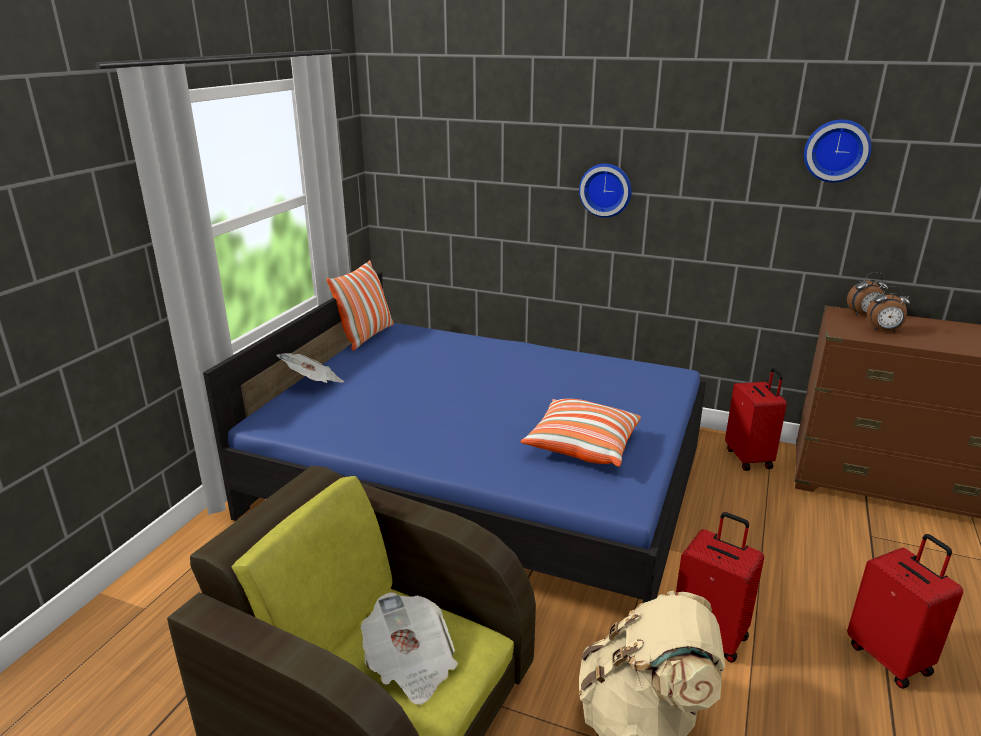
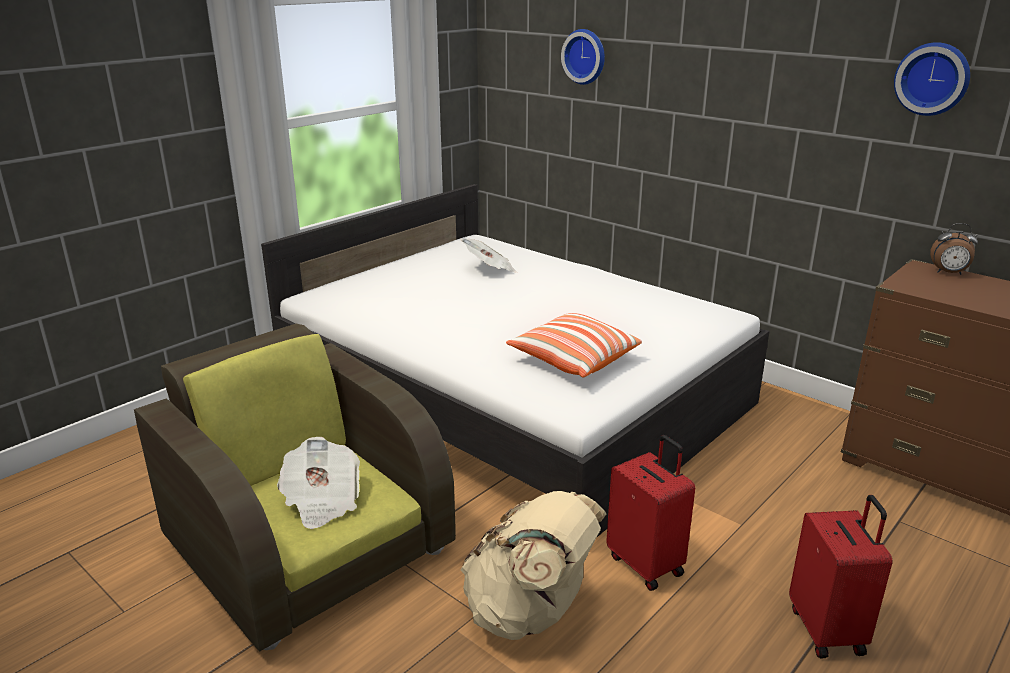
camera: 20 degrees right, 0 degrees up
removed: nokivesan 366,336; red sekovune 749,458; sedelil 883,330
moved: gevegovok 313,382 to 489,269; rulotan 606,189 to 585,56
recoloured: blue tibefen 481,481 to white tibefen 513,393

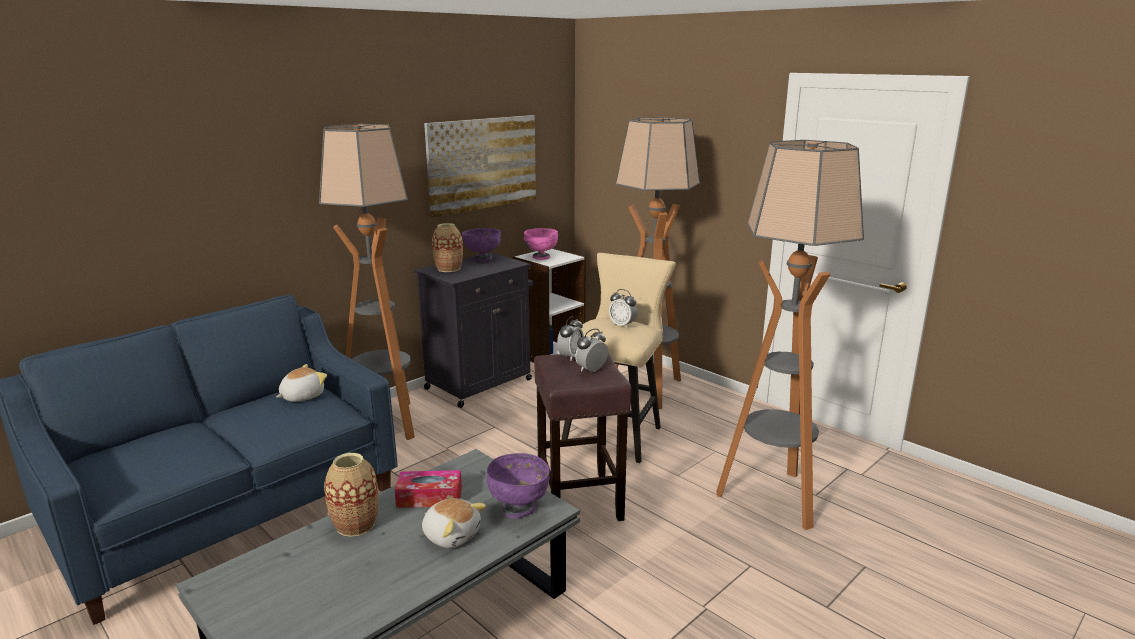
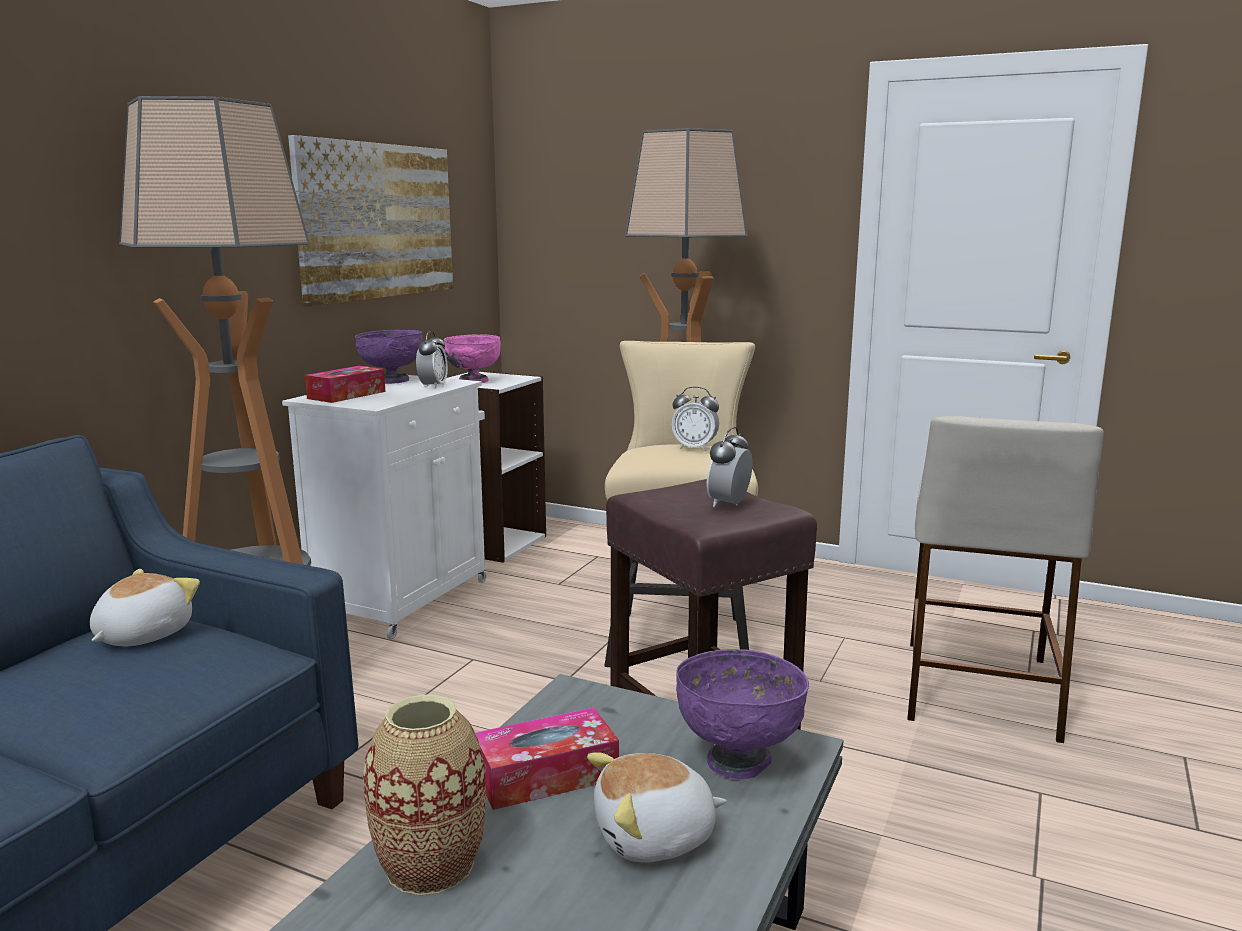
camera: 20 degrees left, 5 degrees down
moved: sedelil 570,357 to 433,386
replaced: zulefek 448,269 to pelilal 346,395; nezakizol 772,498 to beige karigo 978,687
recoloured: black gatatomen 480,383 to white gatatomen 403,598
turned: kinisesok 452,535 = 655,837 150 degrees clockwise

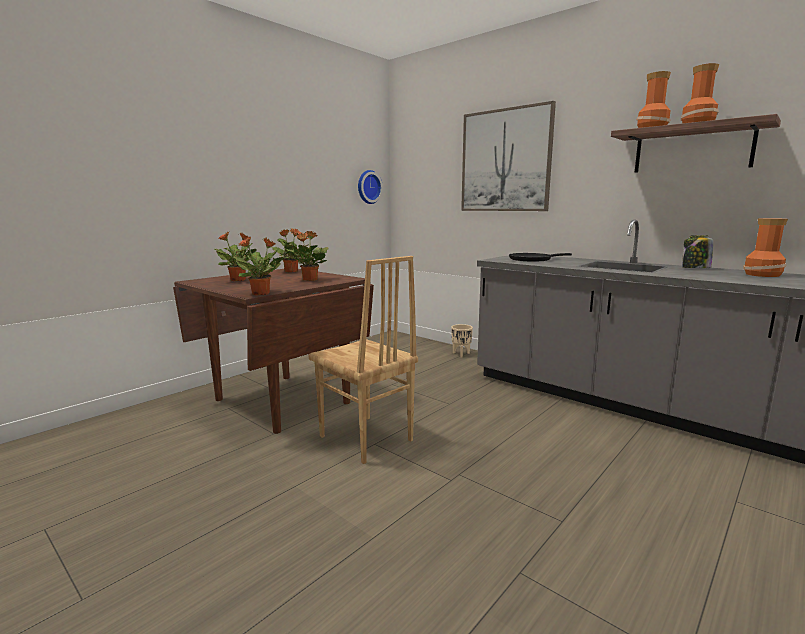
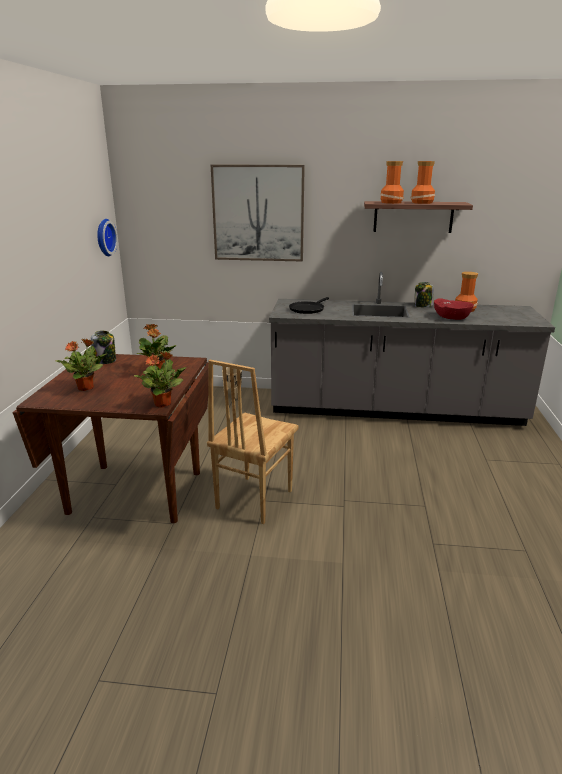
camera: 35 degrees left, 10 degrees up
added: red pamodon 451,318
replaced: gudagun 291,271 to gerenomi 105,360
turned: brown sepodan 365,439 = 253,499 105 degrees clockwise

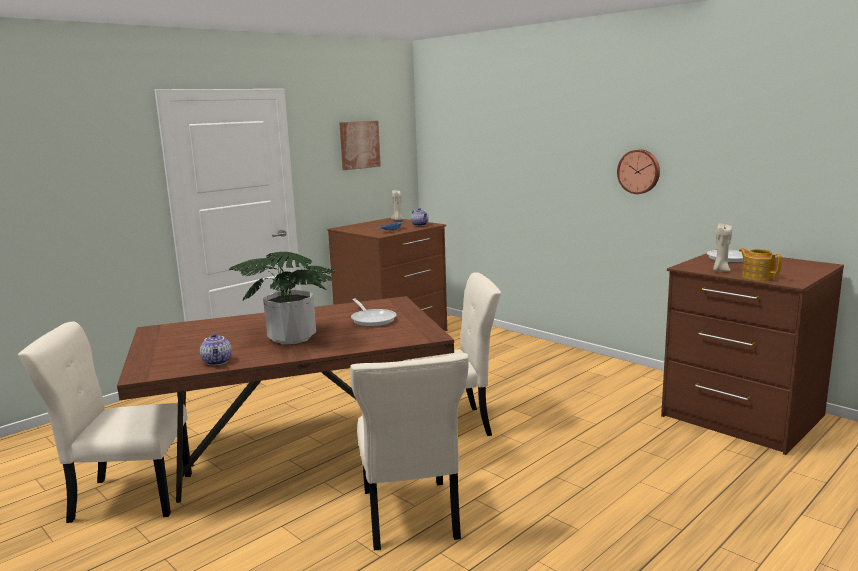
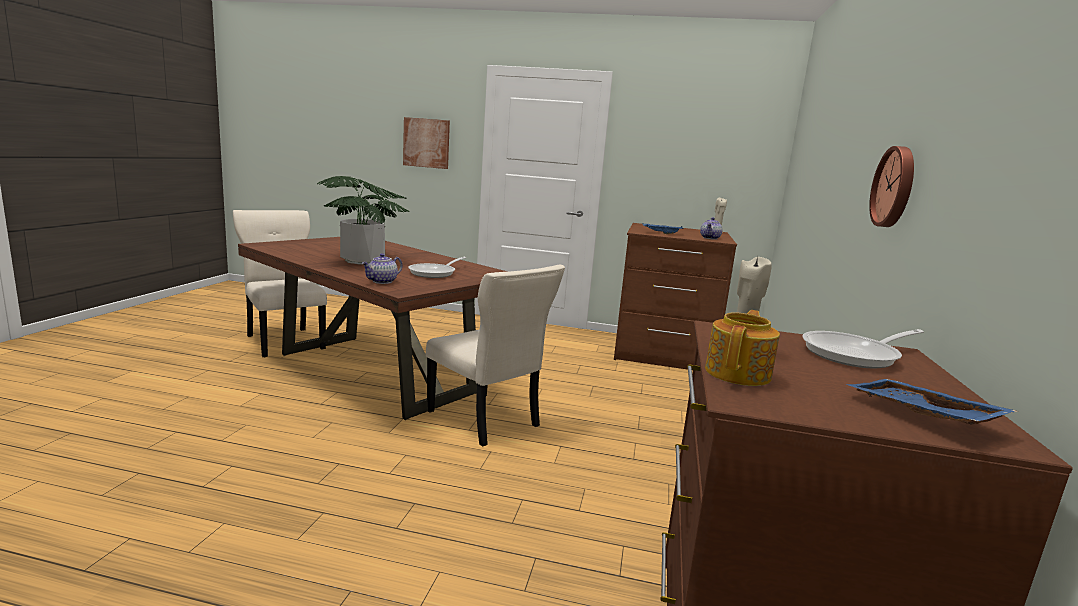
camera: 55 degrees right, 0 degrees up
removed: beige sepodan 410,517
added: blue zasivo 920,415
moved: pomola 218,362 to 382,281; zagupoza 359,145 to 426,143

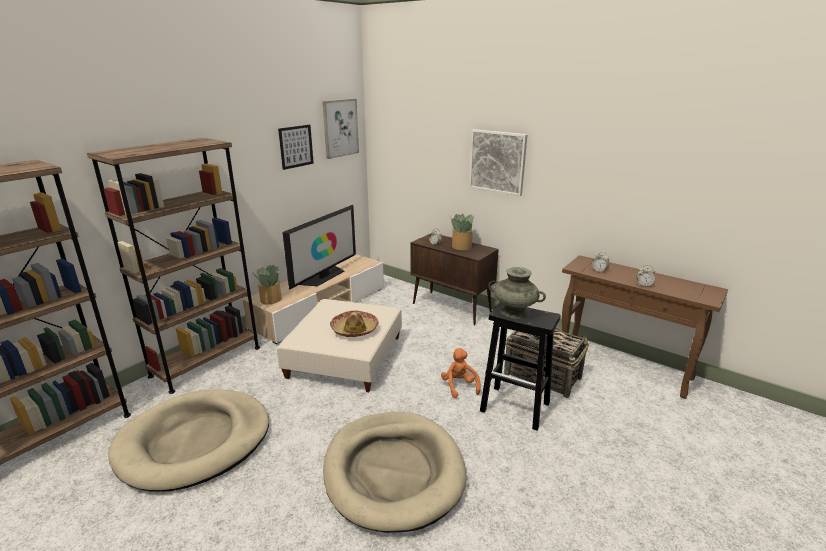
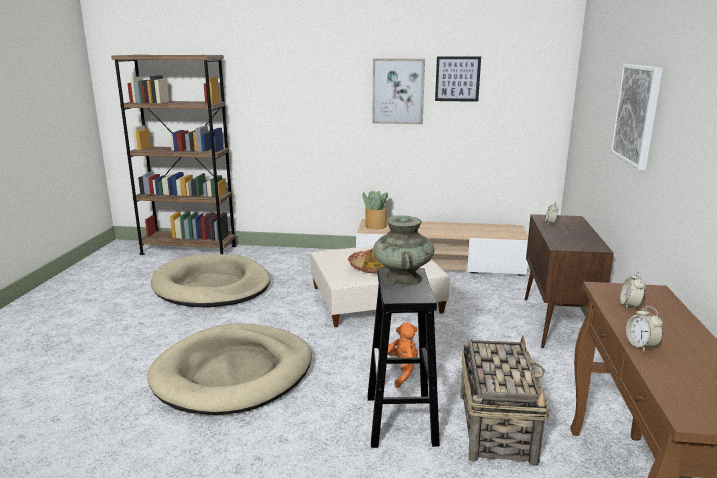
camera: 60 degrees right, 5 degrees down
removed: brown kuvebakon 206,361; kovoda 324,276; gudagun 461,246
moved: zagupoza 340,128 to 398,91

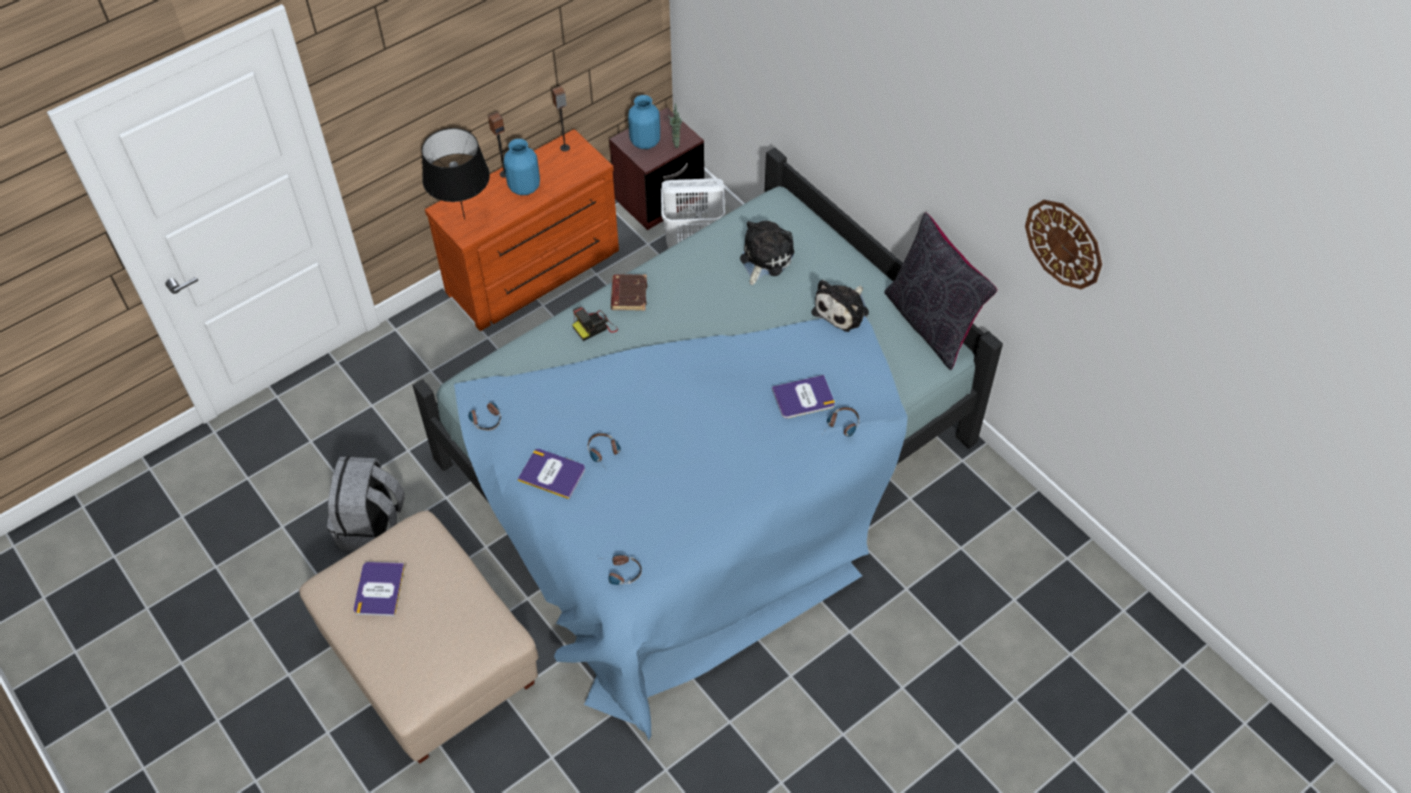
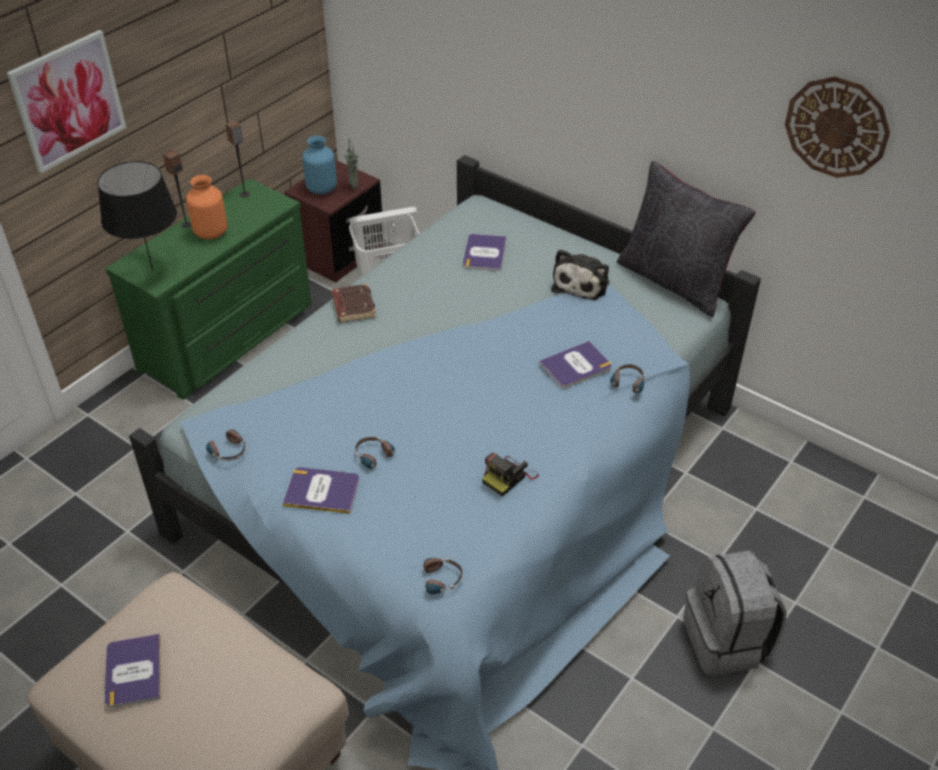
camera: 15 degrees left, 10 degrees down
added: zagupoza 68,101
moved: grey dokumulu 372,526 to 727,641; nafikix 595,327 to 509,477
replaced: kinisesok 764,258 to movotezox 484,253
recoloured: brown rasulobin 535,273 to green rasulobin 230,338; blue zulefek 525,187 to orange zulefek 211,233

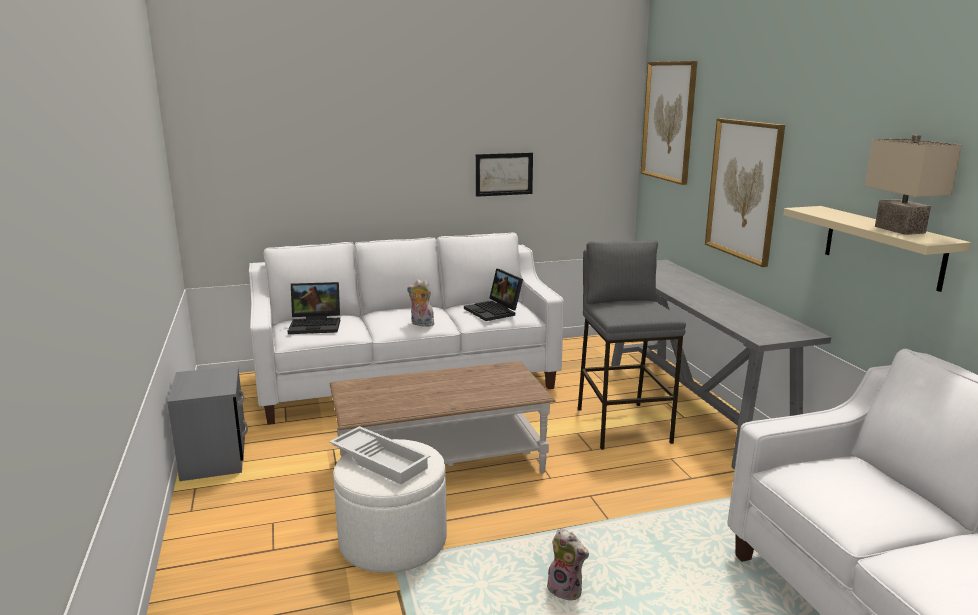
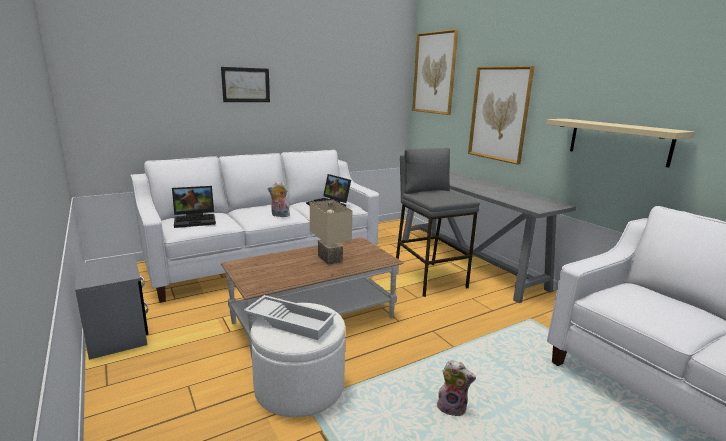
camera: 15 degrees left, 0 degrees up
moved: zagupoza 504,174 to 246,85; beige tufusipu 897,230 to 328,259

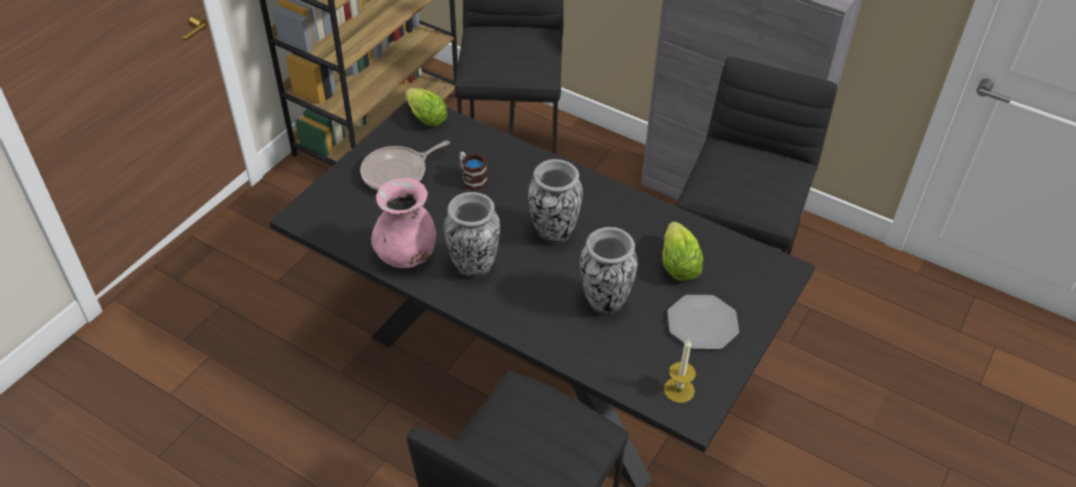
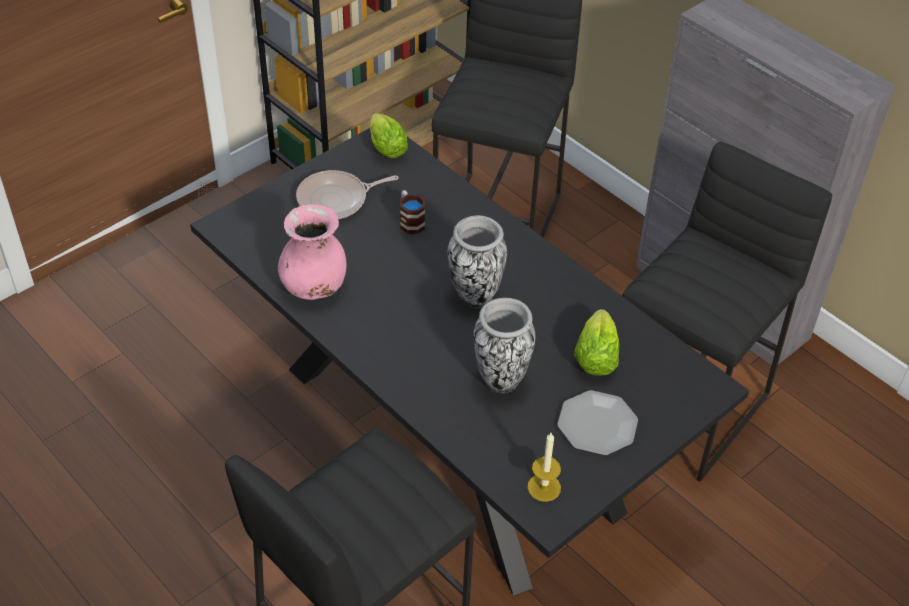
camera: 15 degrees right, 0 degrees up
removed: zulefek 474,266

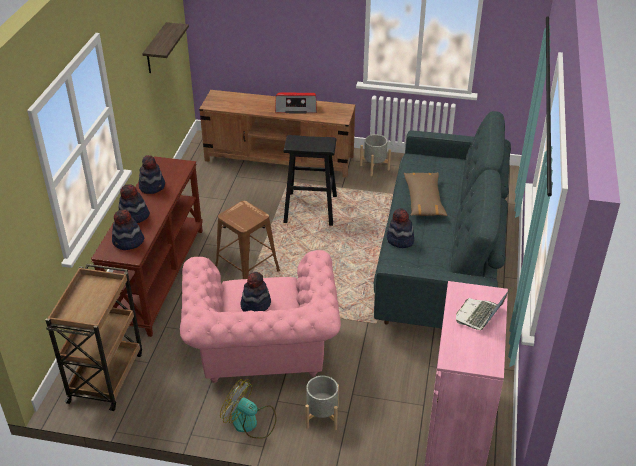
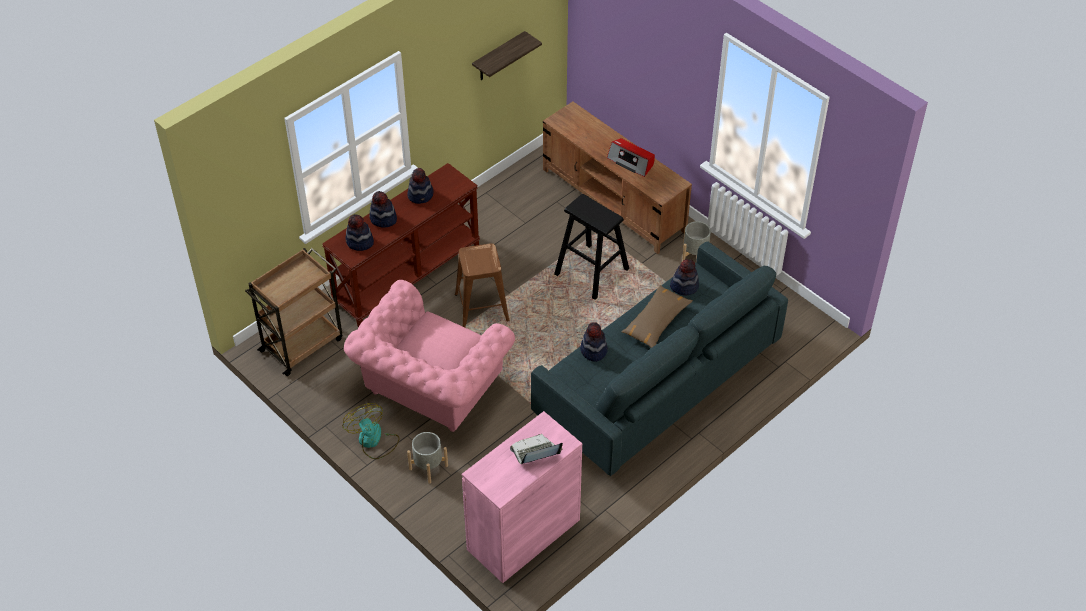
camera: 35 degrees right, 10 degrees up
moved: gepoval 255,304 to 684,286

